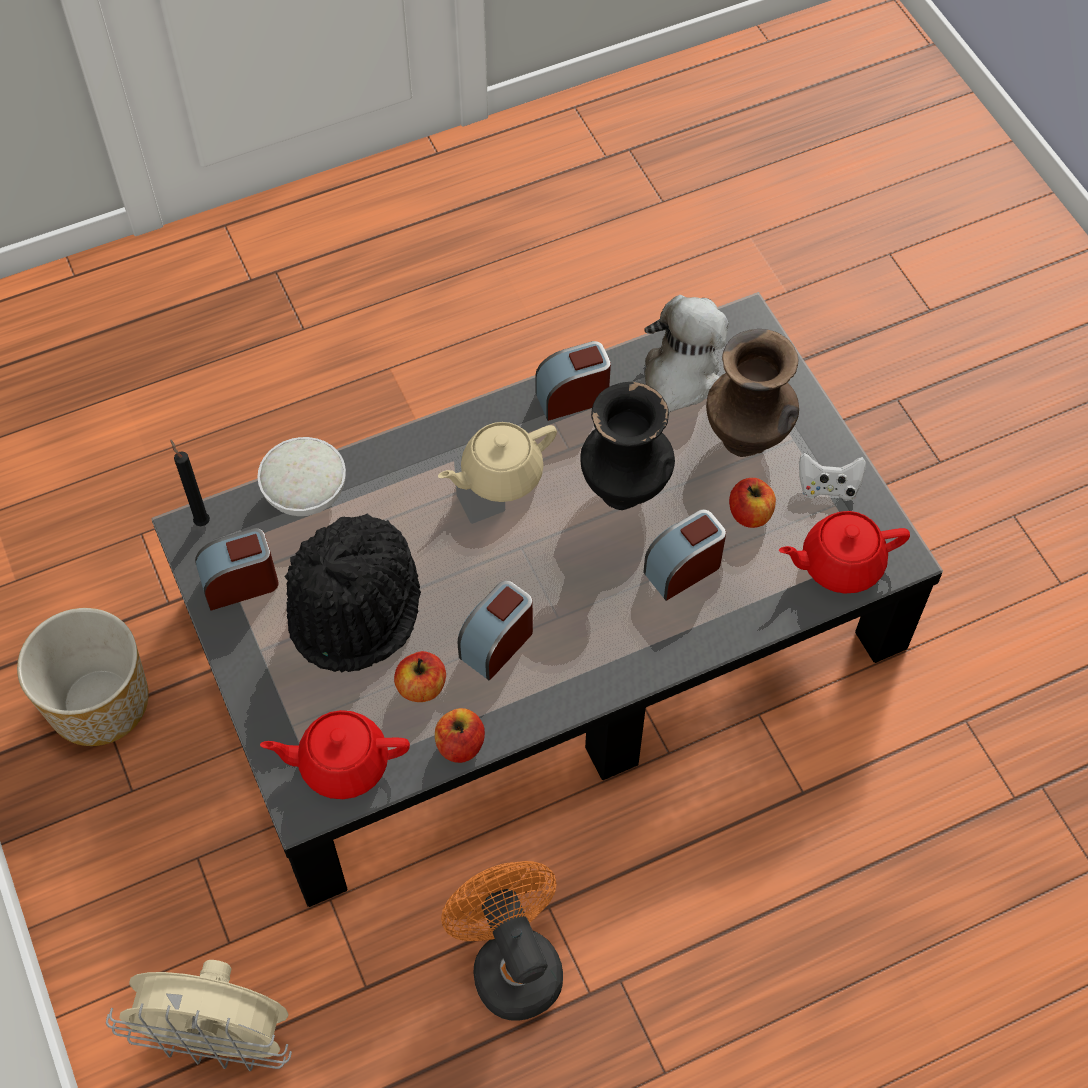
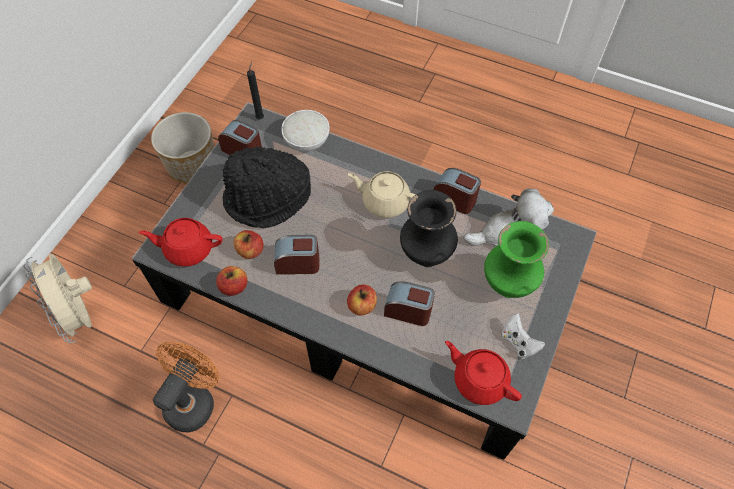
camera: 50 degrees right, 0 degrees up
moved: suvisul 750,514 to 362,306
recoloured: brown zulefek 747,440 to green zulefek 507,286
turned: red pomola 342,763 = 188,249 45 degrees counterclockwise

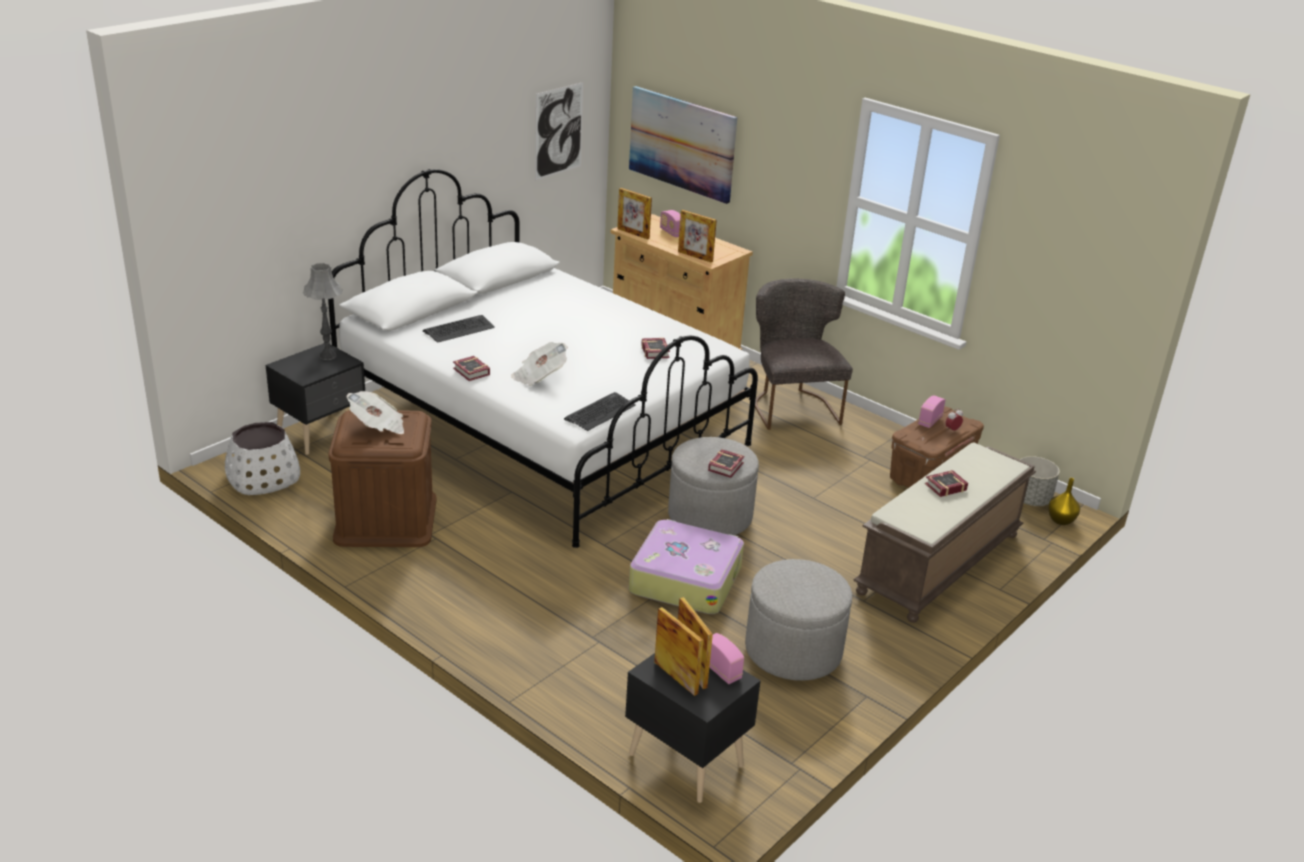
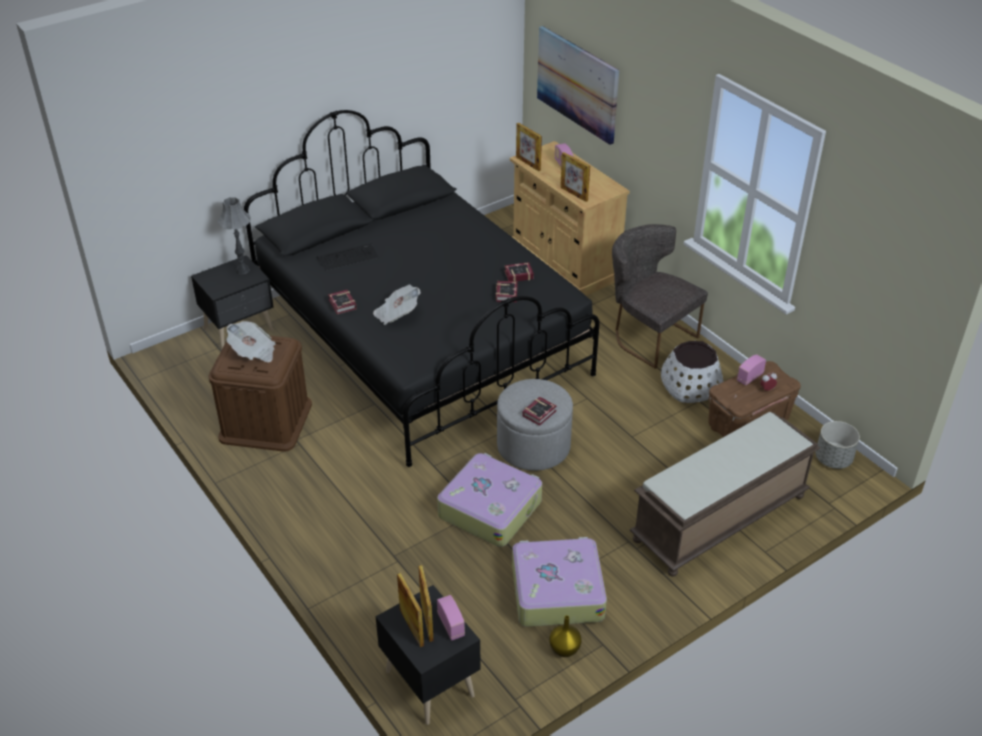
camera: 15 degrees right, 10 degrees up
removed: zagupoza 559,131; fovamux 600,412
moved: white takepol 263,478 to 691,386; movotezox 943,487 to 517,274; yellow zulefek 1061,521 to 564,650
replaced: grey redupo 793,650 to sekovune 556,591
recoloured: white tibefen 543,427 to black tibefen 422,340
turned: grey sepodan 792,406 = 648,336 45 degrees counterclockwise

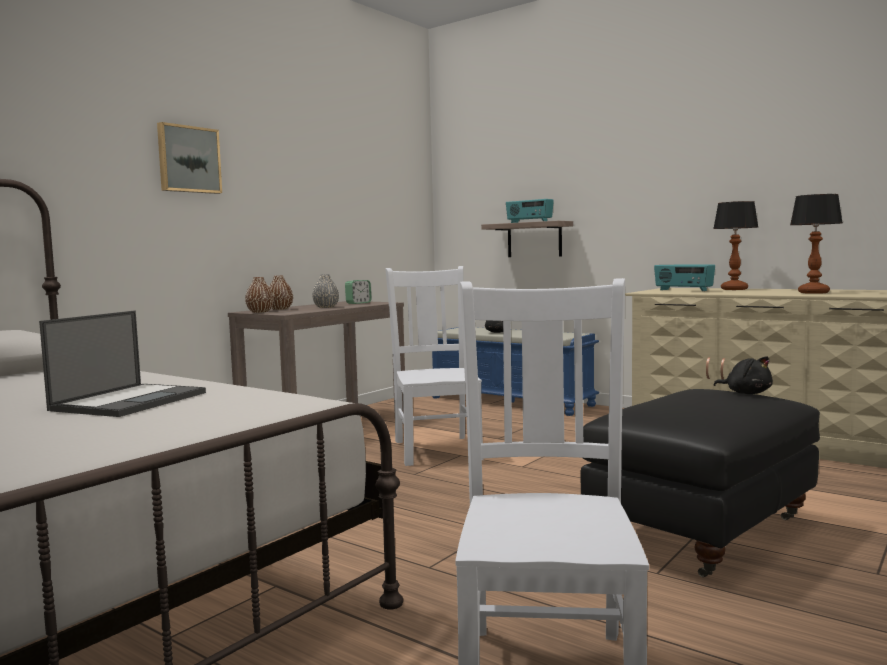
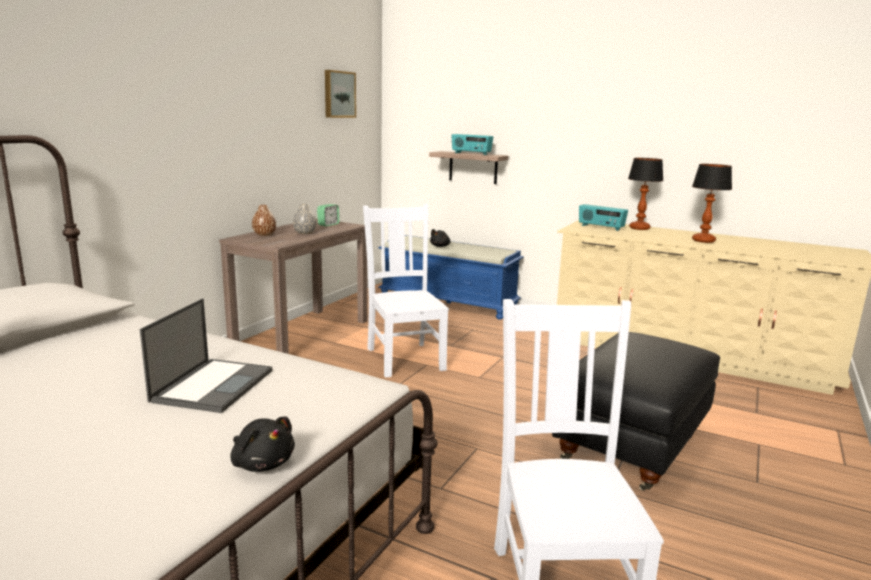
camera: 10 degrees left, 10 degrees up
removed: brown zulefek 260,312
moved: zagupoza 188,159 to 338,94; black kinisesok 746,393 to 262,463

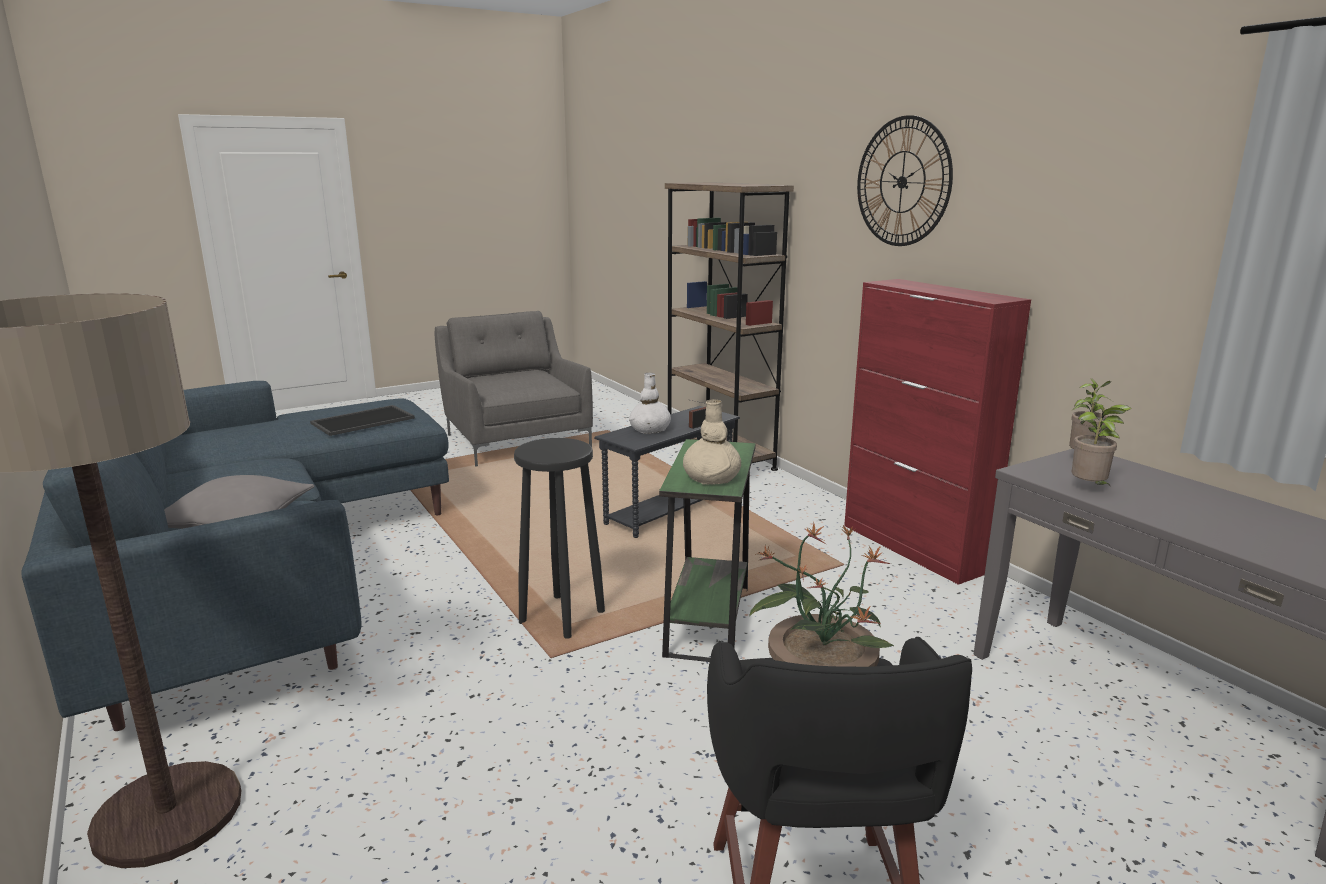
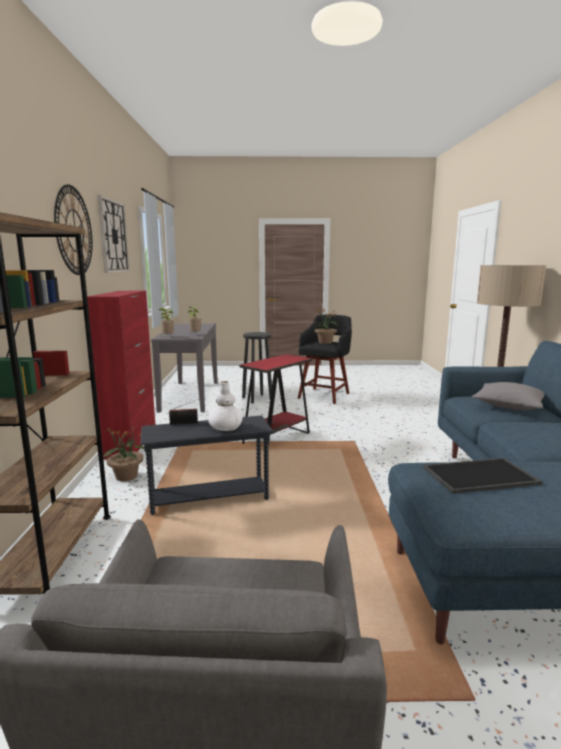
camera: 150 degrees left, 5 degrees down
removed: beige zulefek 712,477
added: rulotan 113,236; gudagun 126,476
moved: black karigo 561,617 to 257,399
recoloured: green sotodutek 708,621 to red sotodutek 276,438

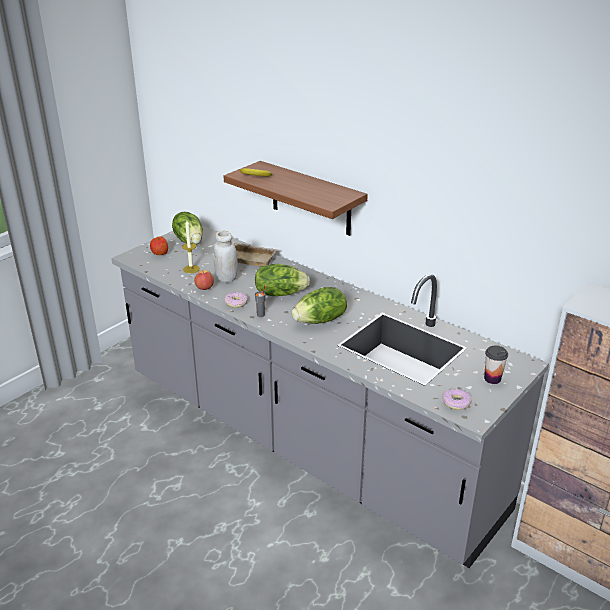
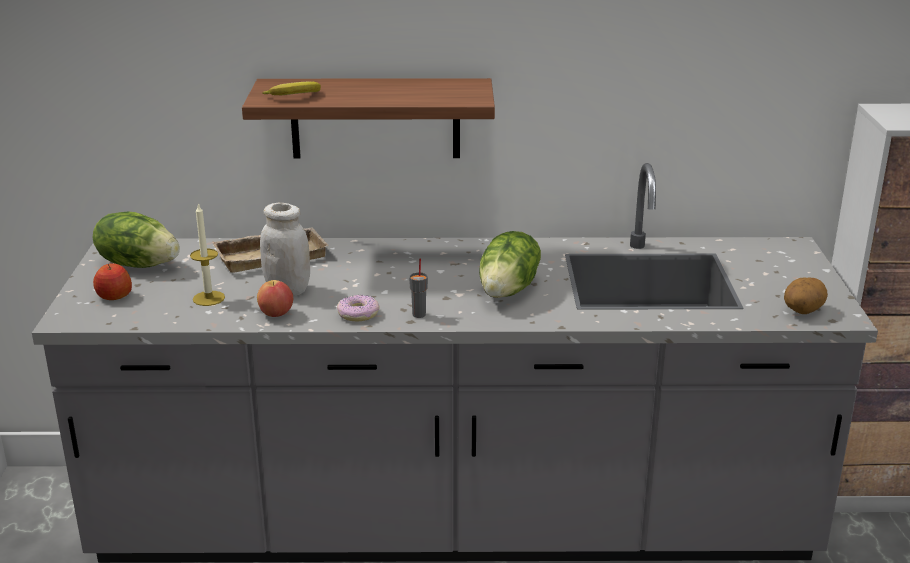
camera: 40 degrees left, 5 degrees down
removed: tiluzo 280,293; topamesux 492,379
replaced: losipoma 456,403 to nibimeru 802,311

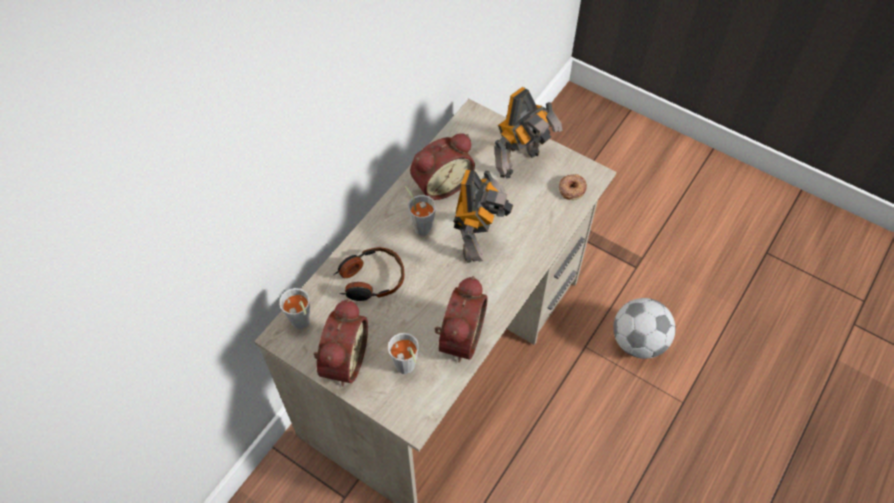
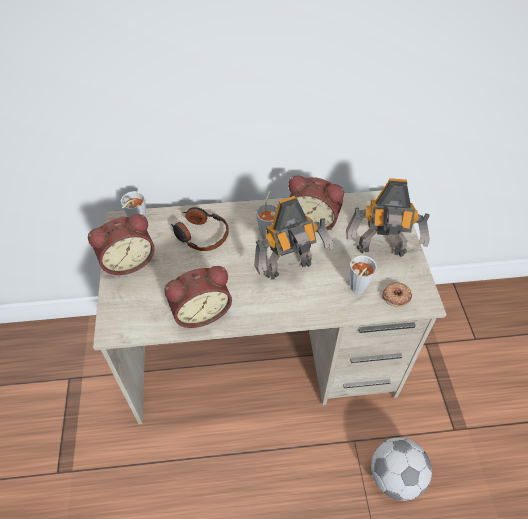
camera: 50 degrees right, 5 degrees down
moved: grey topamesux 406,369 to 356,290

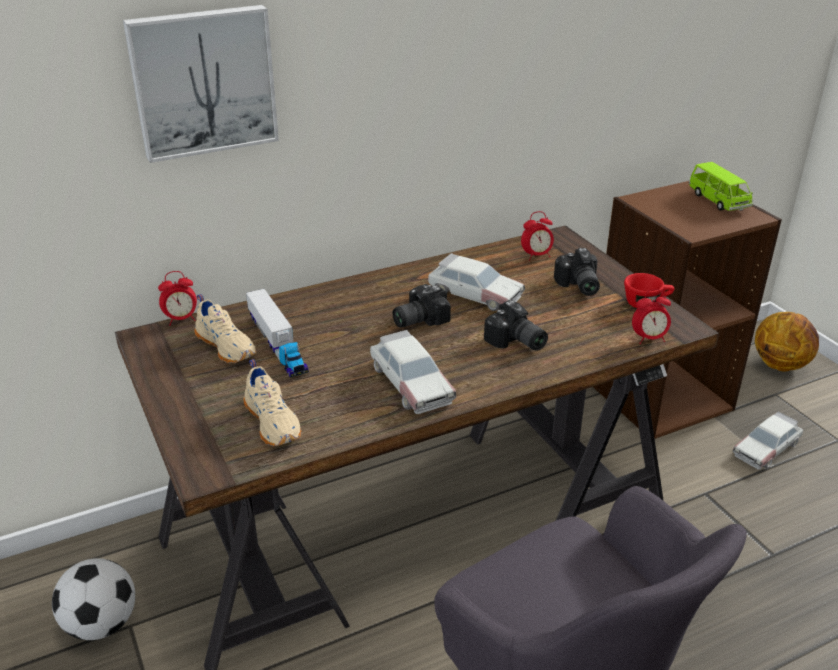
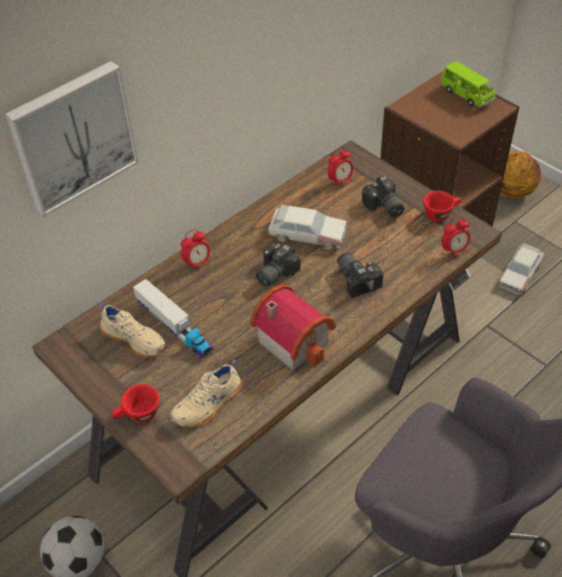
camera: 15 degrees left, 15 degrees up
added: red topamesux 138,415
moved: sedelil 181,319 to 197,263
replaced: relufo 411,382 to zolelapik 295,339
turned: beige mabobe 274,422 = 208,405 90 degrees clockwise; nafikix 515,342 = 358,279 150 degrees counterclockwise

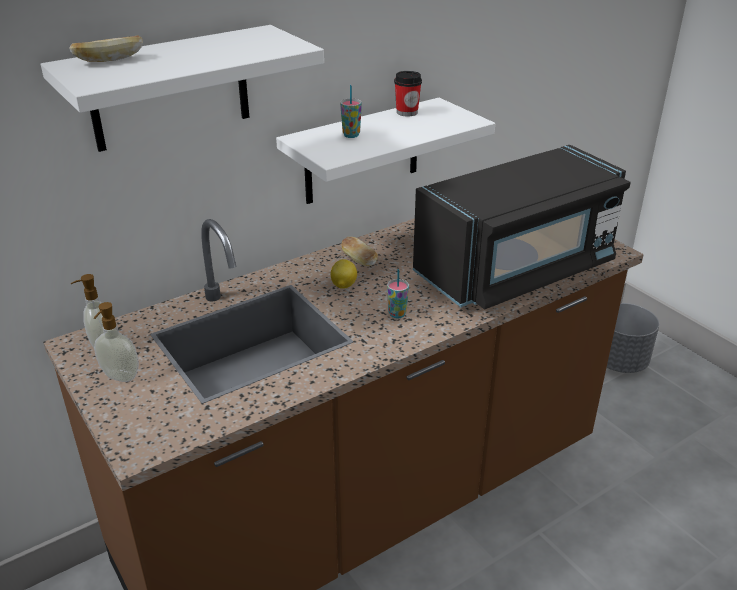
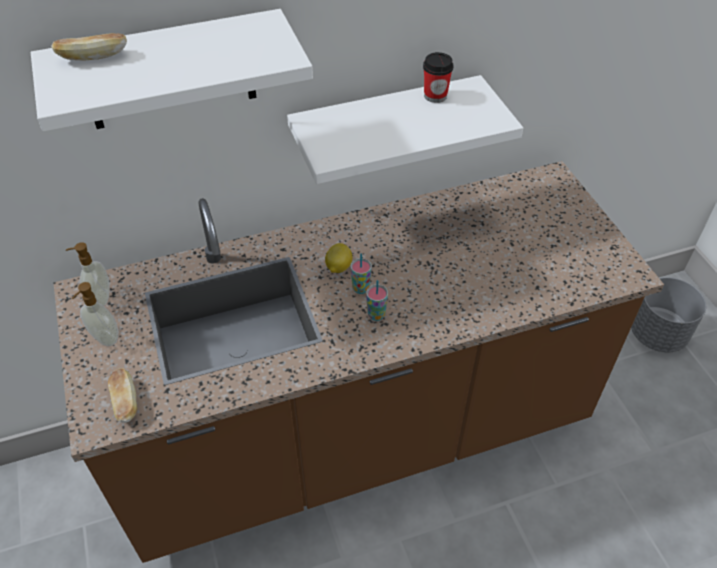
camera: 15 degrees right, 15 degrees up
removed: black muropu 516,270
moved: topamesux 351,135 to 361,288; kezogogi 359,260 to 125,402

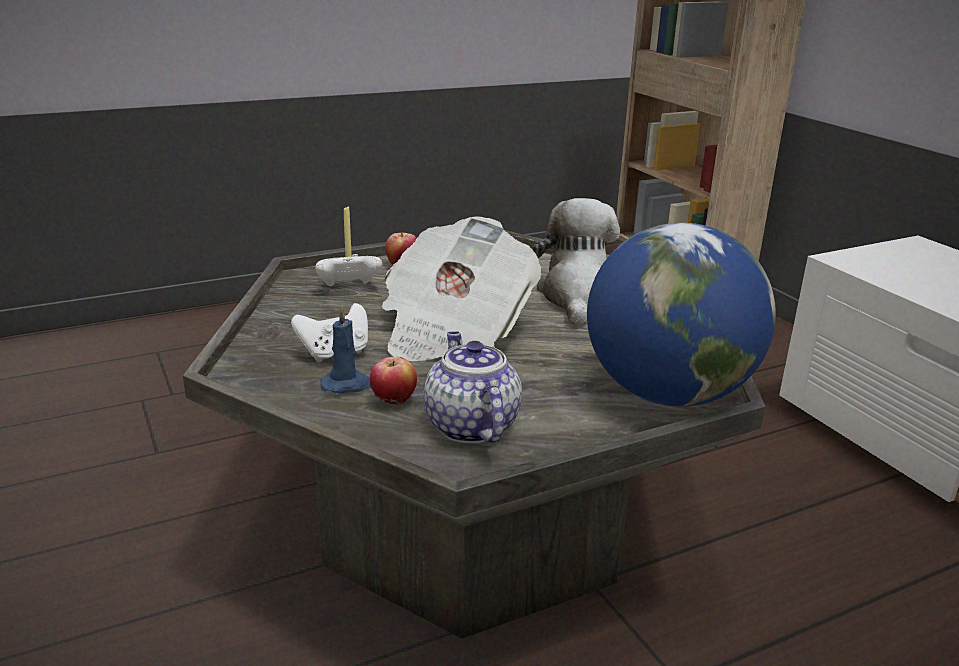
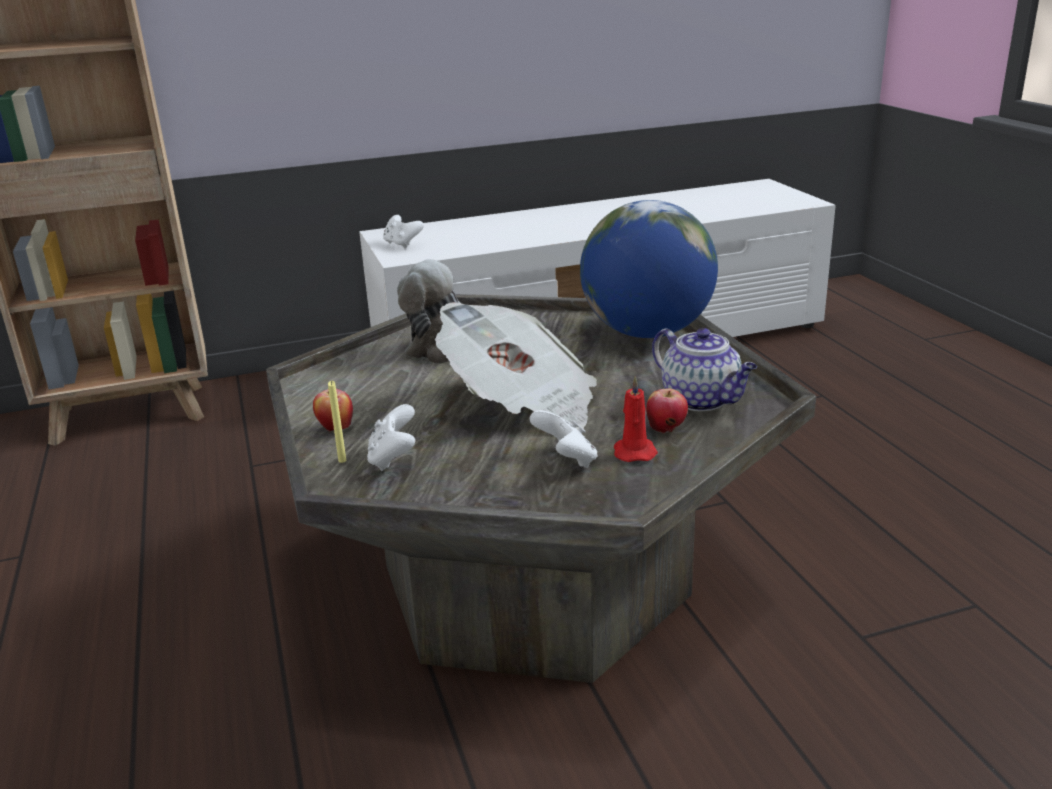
camera: 80 degrees left, 0 degrees up
added: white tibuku 402,244
recoloured: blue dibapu 347,384 to red dibapu 634,451
turned: pomola 470,425 = 702,400 120 degrees counterclockwise

